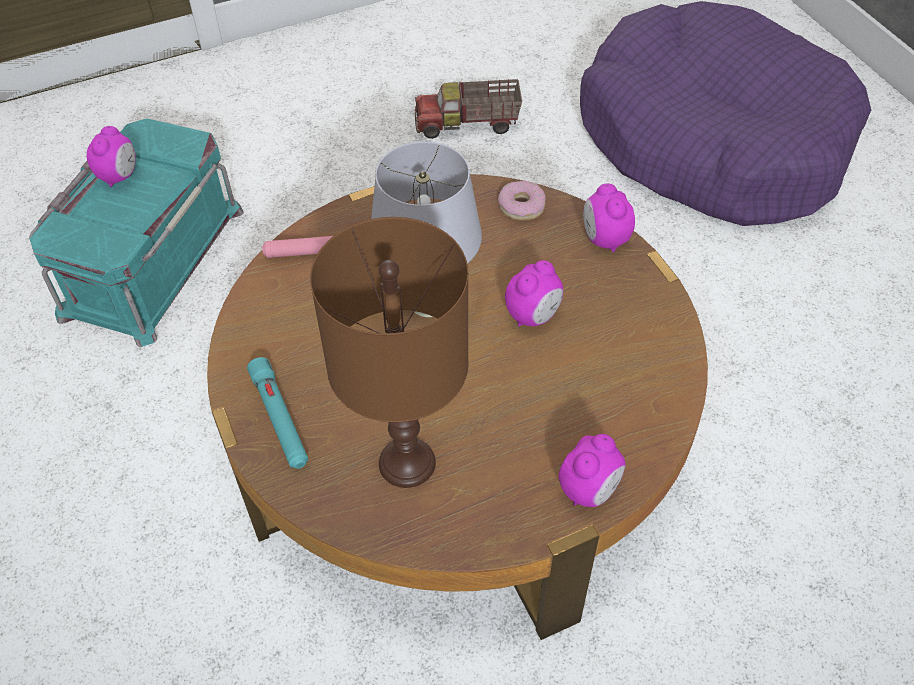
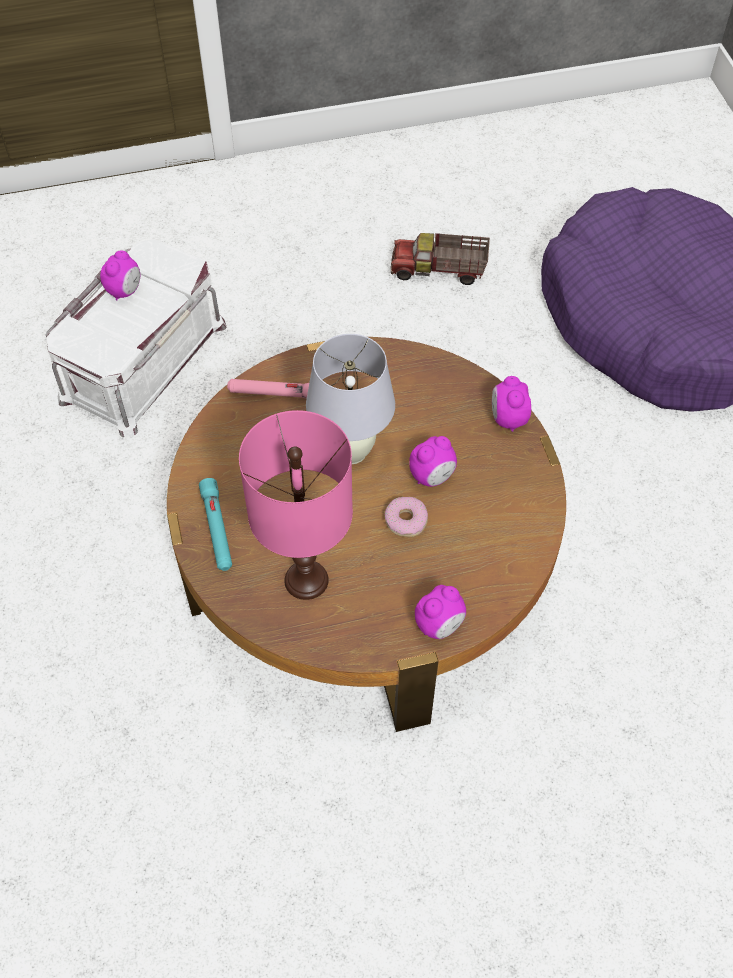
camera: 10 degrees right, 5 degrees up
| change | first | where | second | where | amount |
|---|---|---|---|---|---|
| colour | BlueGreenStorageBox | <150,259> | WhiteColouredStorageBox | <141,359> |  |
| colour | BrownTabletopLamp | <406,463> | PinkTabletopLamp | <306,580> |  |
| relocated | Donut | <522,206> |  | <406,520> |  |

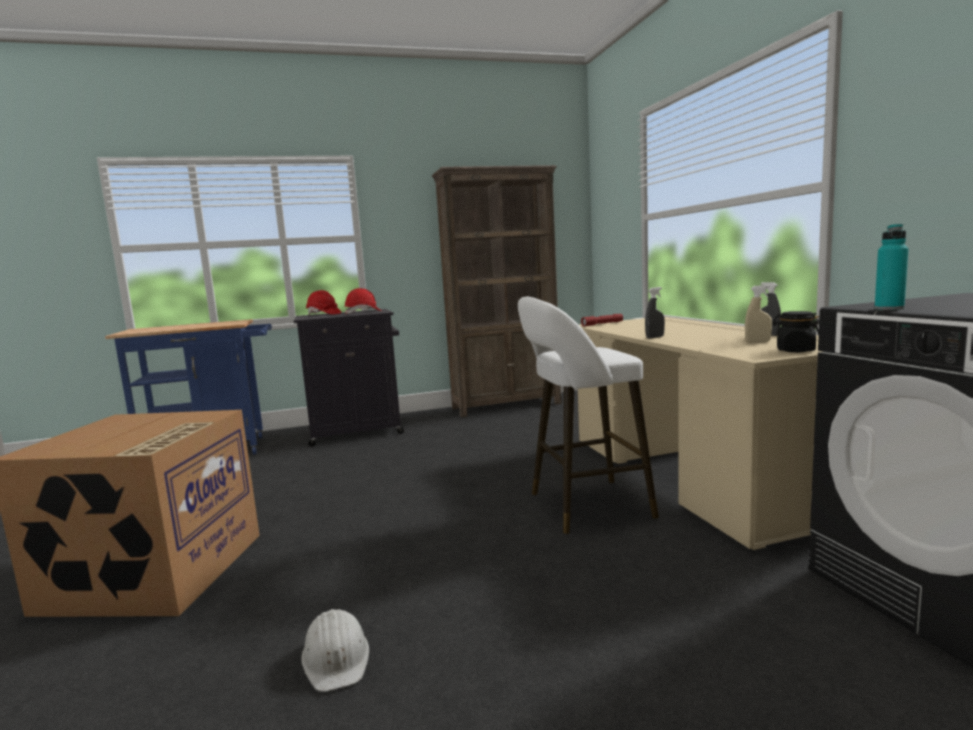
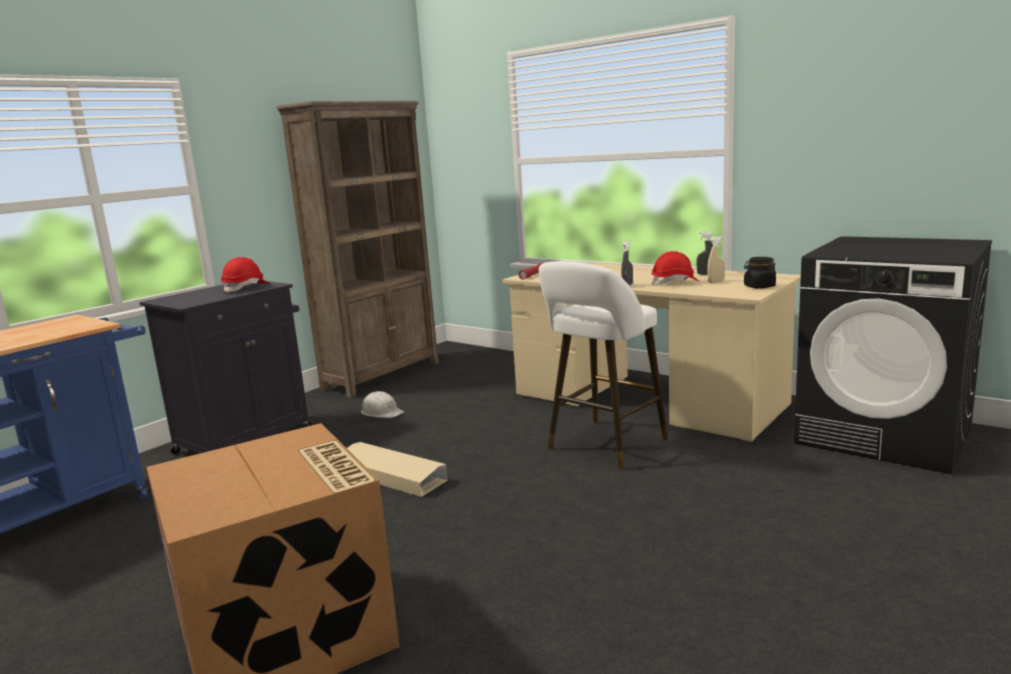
camera: 35 degrees left, 5 degrees up
| change | first | where | second | where | amount |
|---|---|---|---|---|---|
| appeared |  |  | BeigeStorageBox | <389,476> |  |
| relocated | WhiteColouredHardHat | <336,658> |  | <381,412> |  |
| relocated | RedColouredHardHat | <323,314> |  | <675,283> |  |
| missing | BlueGreenDrinkBottle | <889,308> |  |  |  |

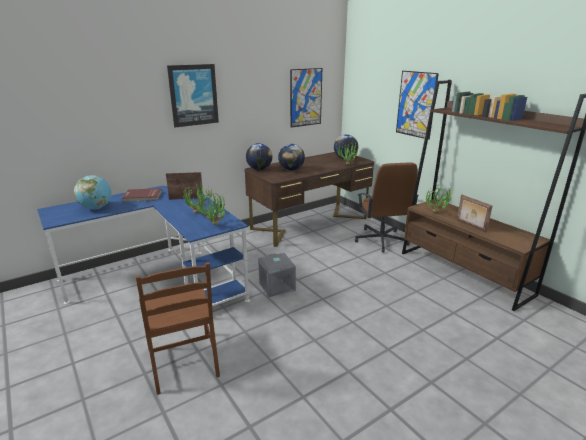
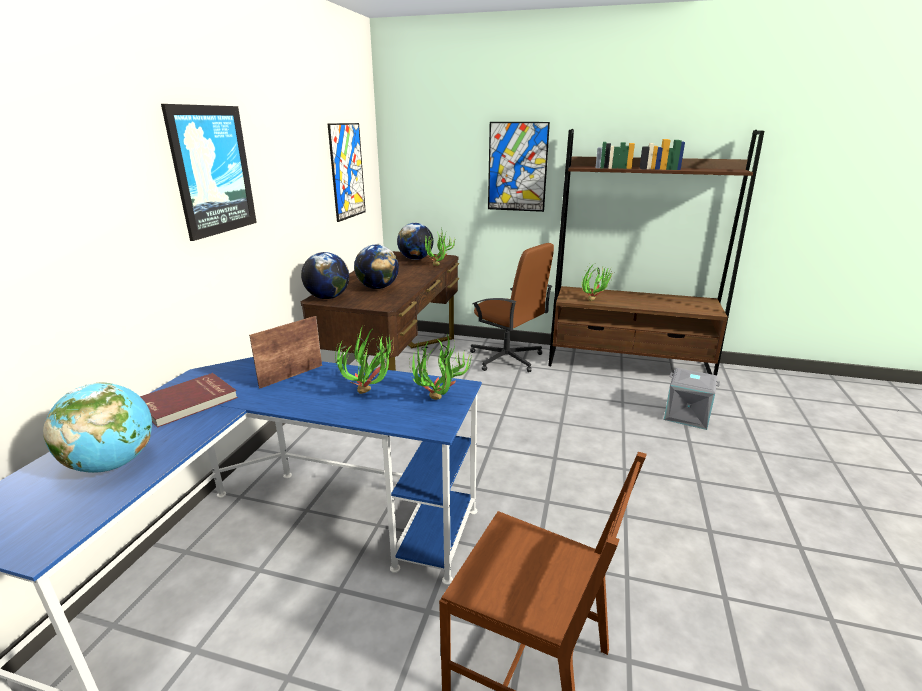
camera: 40 degrees left, 0 degrees up
| change | first | where | second | where | amount |
|---|---|---|---|---|---|
| relocated | GreyStorageBox | <276,286> |  | <686,415> |  |
| missing | PictureFrame | <470,226> |  |  |  |

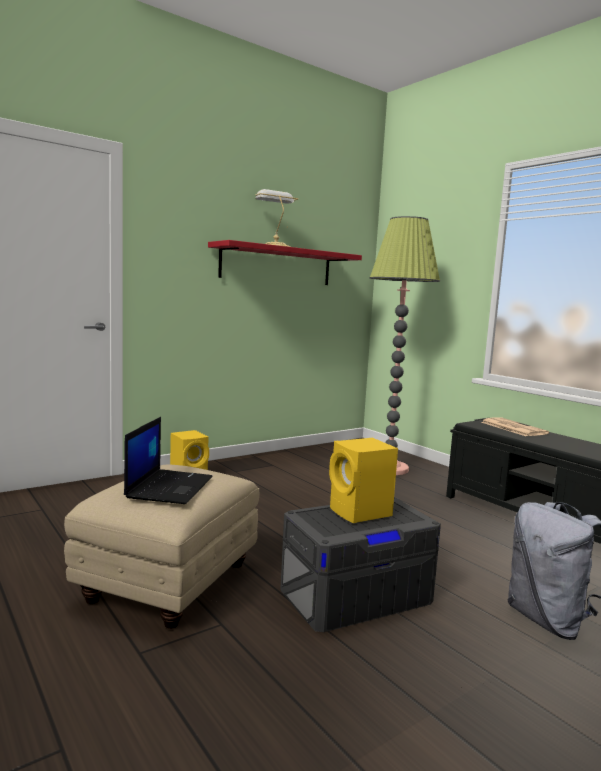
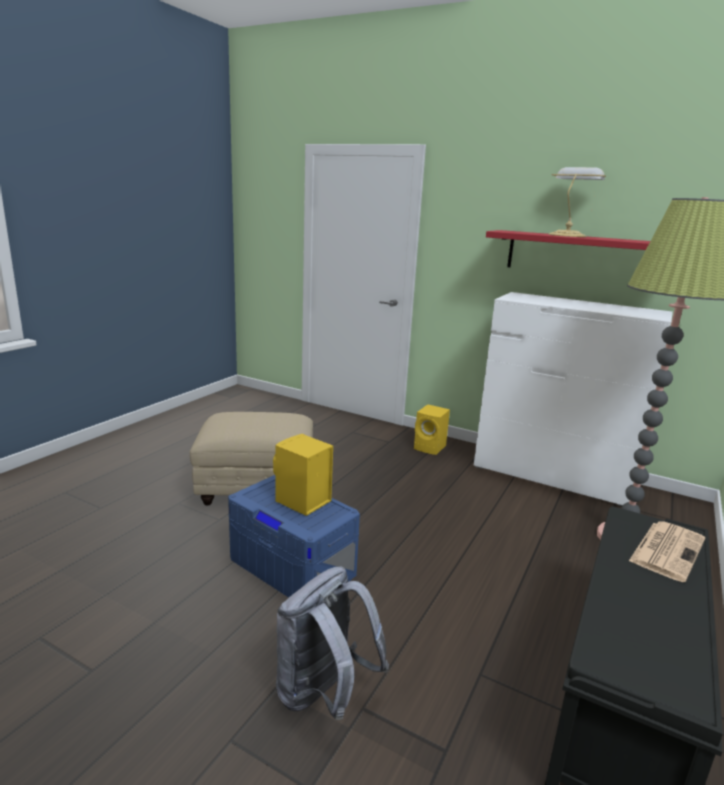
camera: 65 degrees right, 10 degrees up
| change | first | where | second | where | amount |
|---|---|---|---|---|---|
| colour | GreyStorageBox | <356,595> | BlueStorageBox | <292,565> |  |
| appeared |  |  | WhiteColouredDresser | <551,475> |  |
| missing | Laptop | <169,487> |  |  |  |

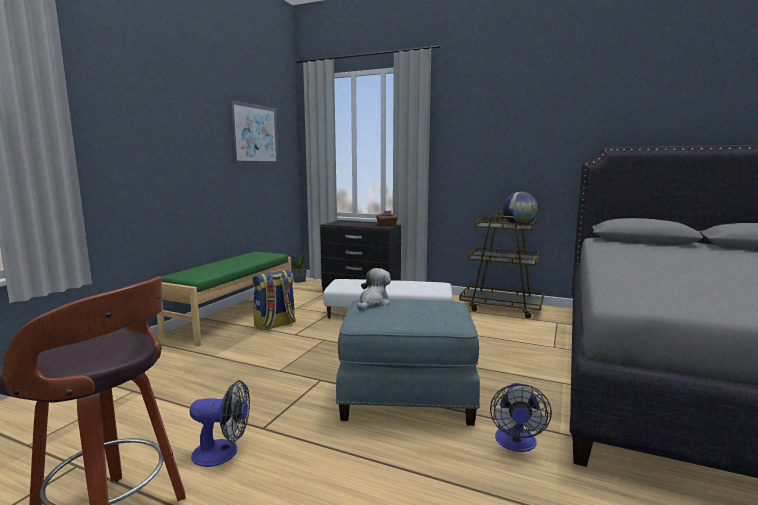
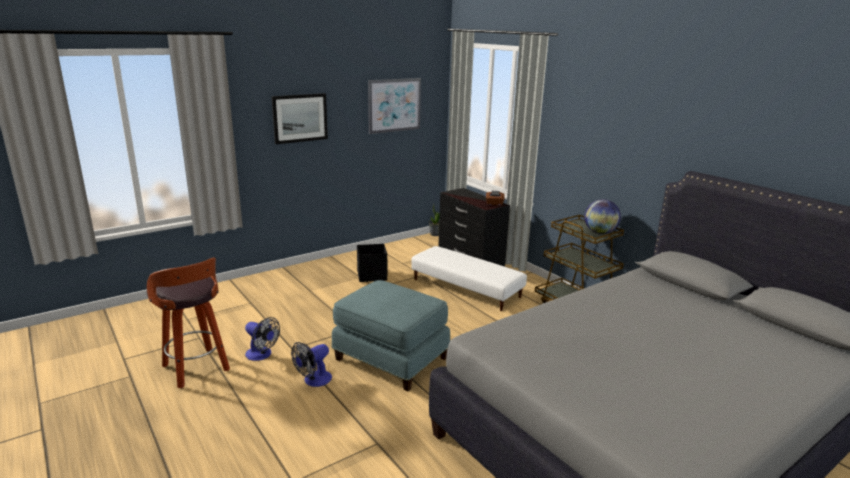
camera: 30 degrees right, 10 degrees up
| change | first | where | second | where | amount |
|---|---|---|---|---|---|
| appeared |  |  | WallPicture | <300,118> |  |
| relocated | CoolingFan | <516,444> |  | <313,381> |  |
| exchanged | Rucksack | <275,325> | BlackishStorageBox | <371,275> |  |
| missing | GreenColouredIndoorBench | <233,317> |  |  |  |
| missing | CuddlyToy | <373,303> |  |  |  |

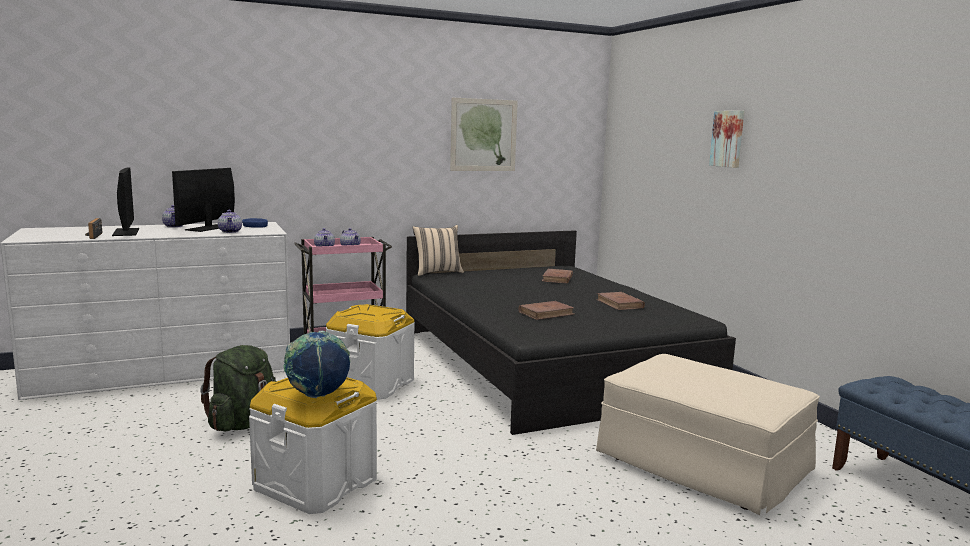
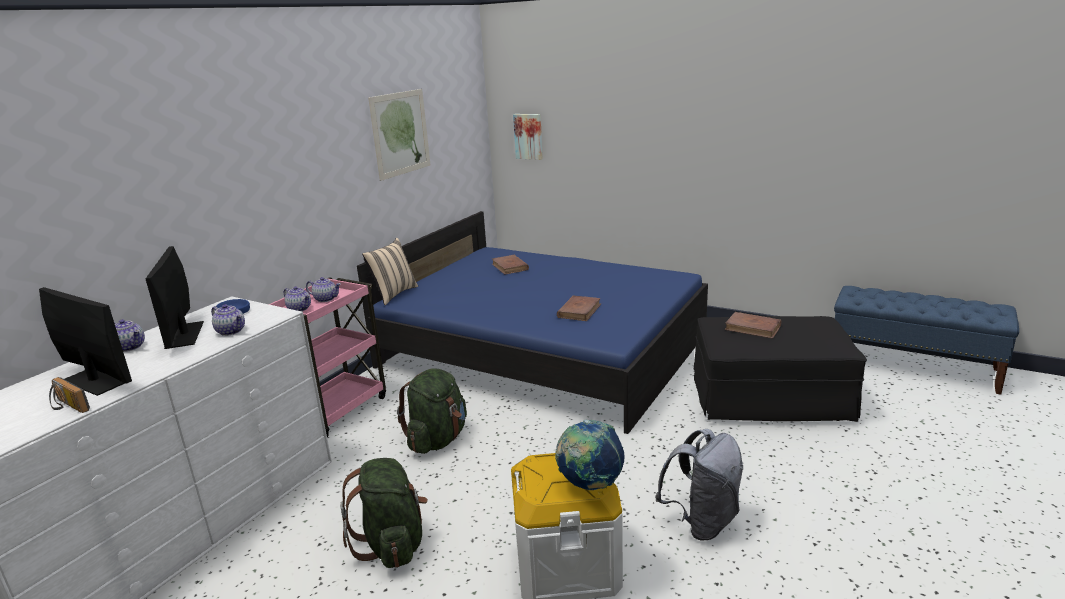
camera: 35 degrees left, 10 degrees up
| change | first | where | second | where | amount |
|---|---|---|---|---|---|
| colour | BlackishBedroomBed | <547,362> | BlueBedroomBed | <542,350> |  |
| exchanged | WhiteColouredStorageBox | <371,384> | GreenColouredRucksack | <438,440> |  |
| relocated | WallPicture | <728,139> |  | <529,136> |  |
| appeared |  |  | GreyRucksack | <702,522> |  |
| colour | BeigeFootrest | <701,464> | BlackishFootrest | <769,397> |  |
| relocated | BrownBoundBook | <620,304> |  | <753,328> |  |

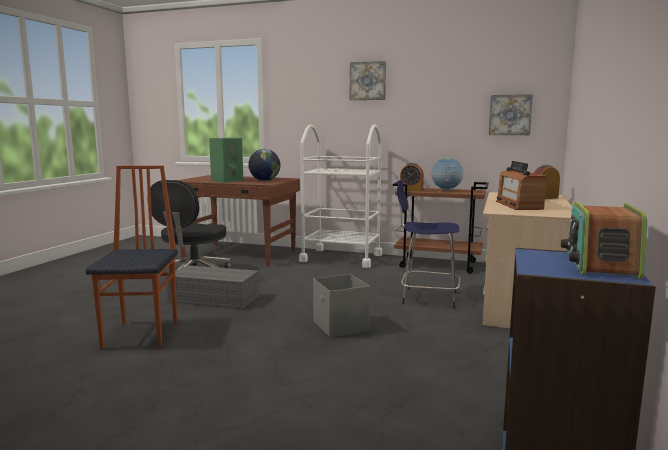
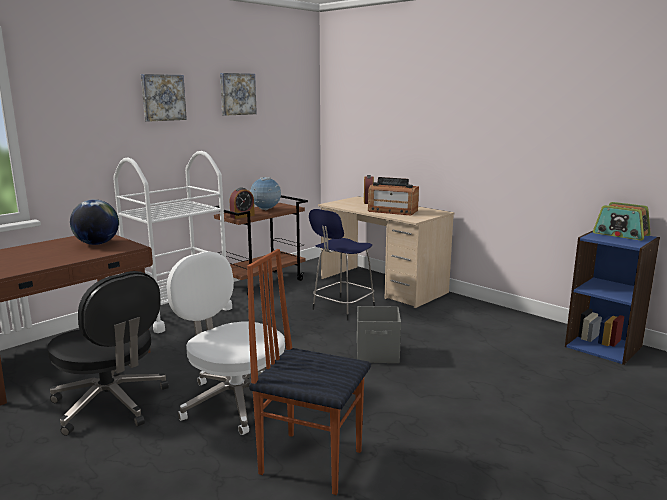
camera: 65 degrees left, 5 degrees up
| change | first | where | second | where | amount |
|---|---|---|---|---|---|
| exchanged | GreyStorageBox | <215,298> | WhiteColouredDeskChair | <234,401> |  |
| relocated | WallPicture | <510,115> |  | <237,94> |  |
| missing | GreenColouredAudioSpeaker | <227,180> |  |  |  |

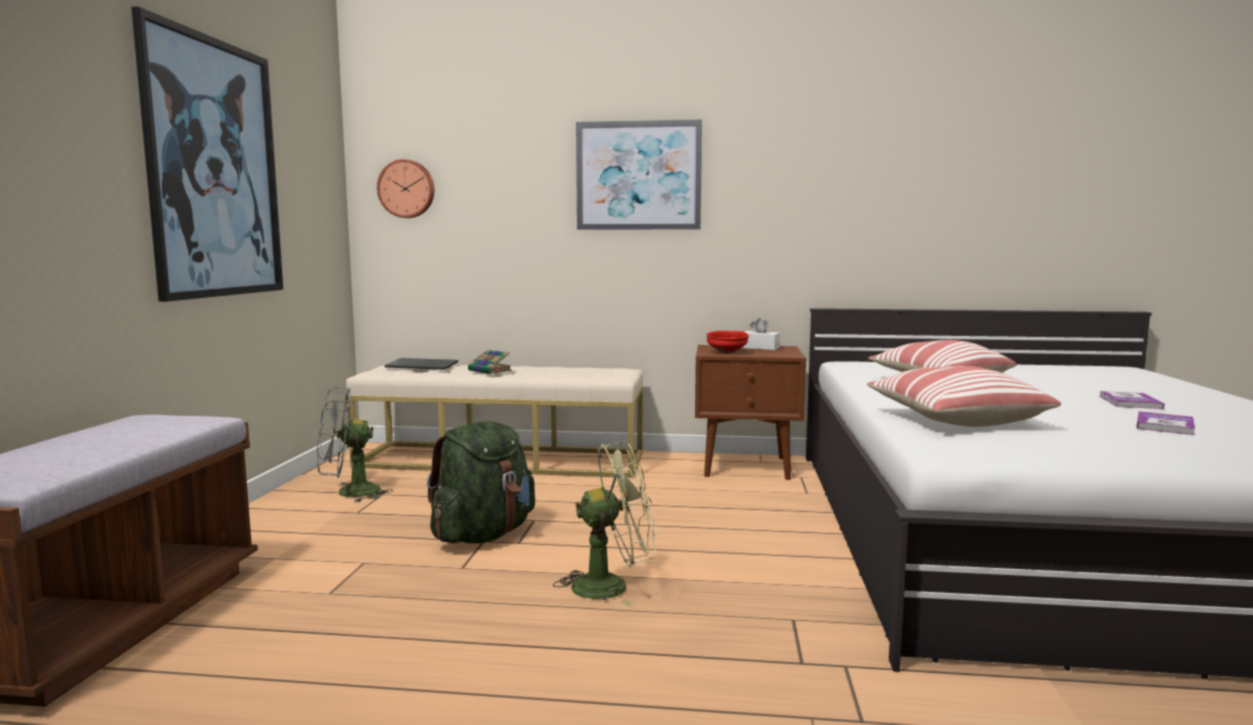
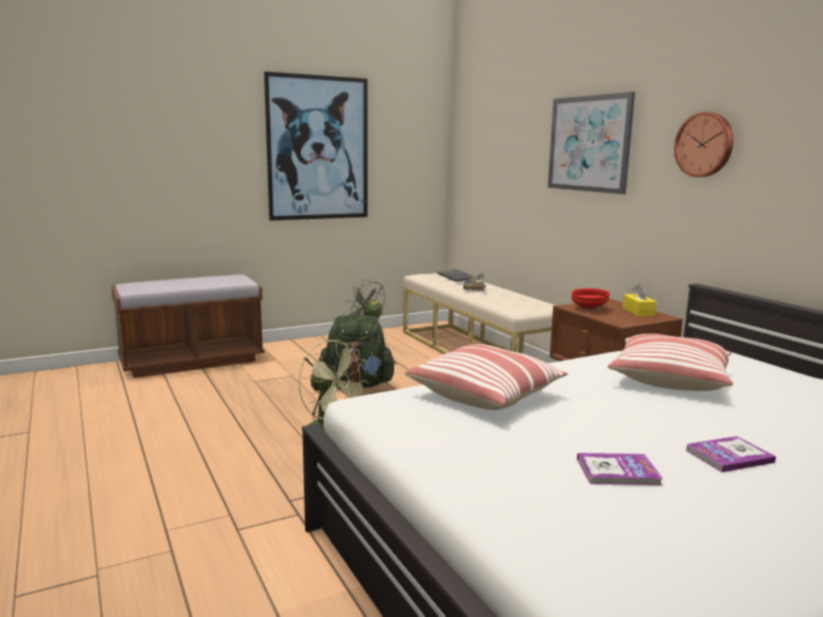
camera: 55 degrees right, 5 degrees up
| change | first | where | second | where | amount |
|---|---|---|---|---|---|
| colour | WhiteColouredTissueBox | <759,348> | YellowishTissueBox | <638,312> |  |
| relocated | ClockOnTheWall | <407,189> |  | <705,145> |  |

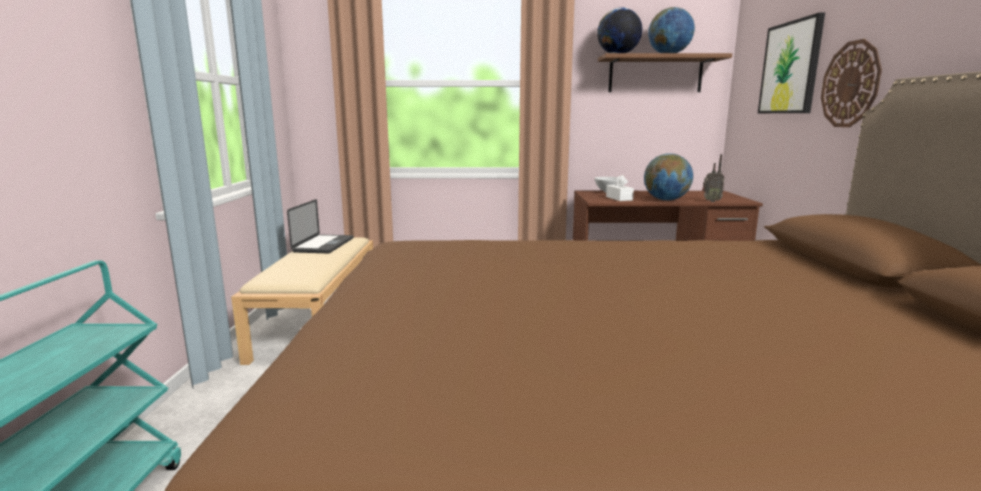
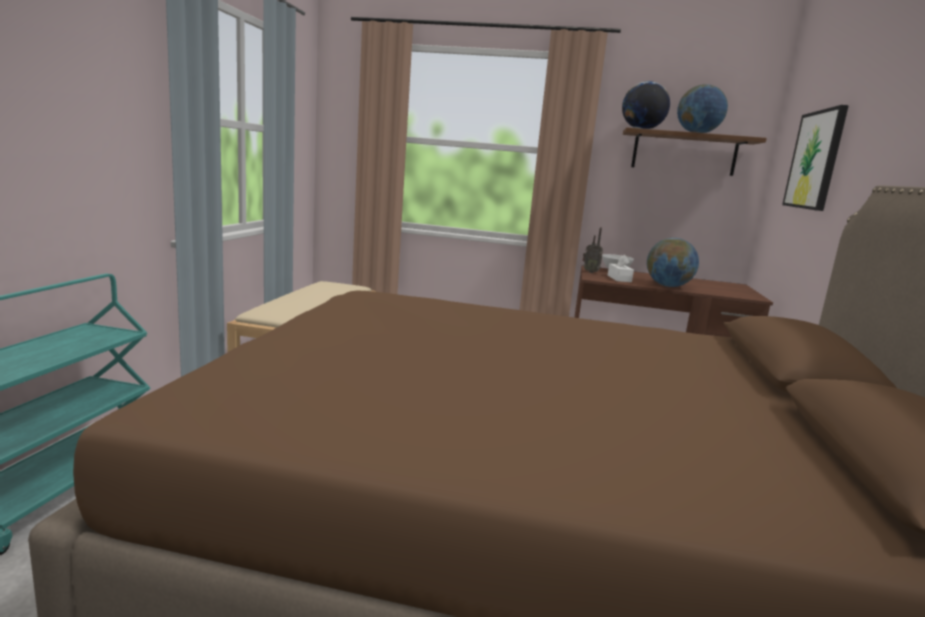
camera: 10 degrees right, 0 degrees up
| change | first | where | second | where | amount |
|---|---|---|---|---|---|
| relocated | RadioSet | <711,201> |  | <590,272> |  |
| missing | Laptop | <324,245> |  |  |  |
| missing | ClockOnTheWall | <850,84> |  |  |  |

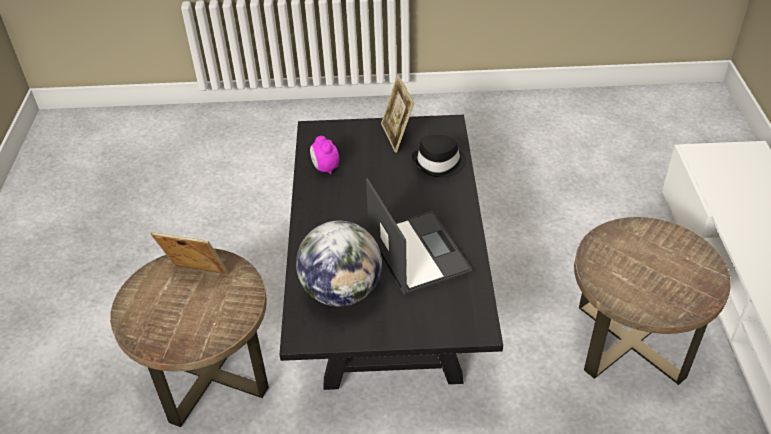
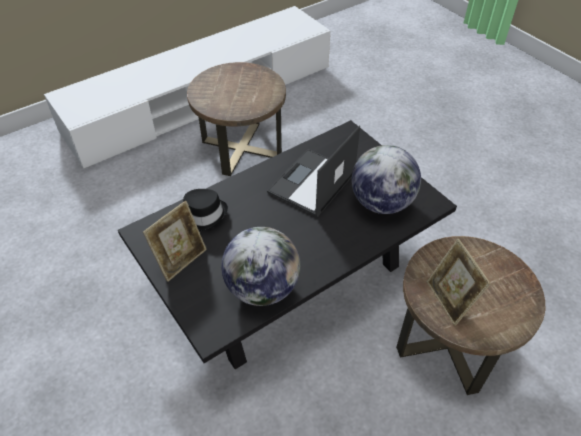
camera: 125 degrees left, 5 degrees up
| change | first | where | second | where | amount |
|---|---|---|---|---|---|
| exchanged | TableClock | <325,168> | Globe | <262,288> |  |

